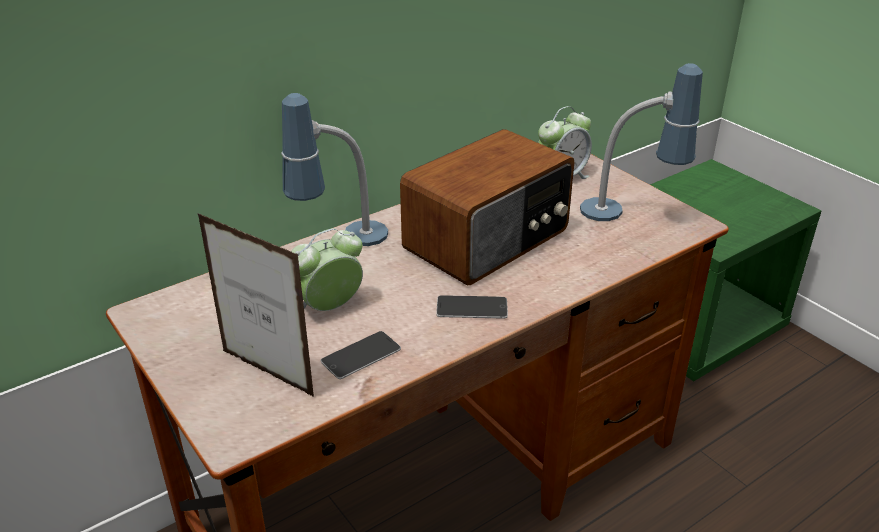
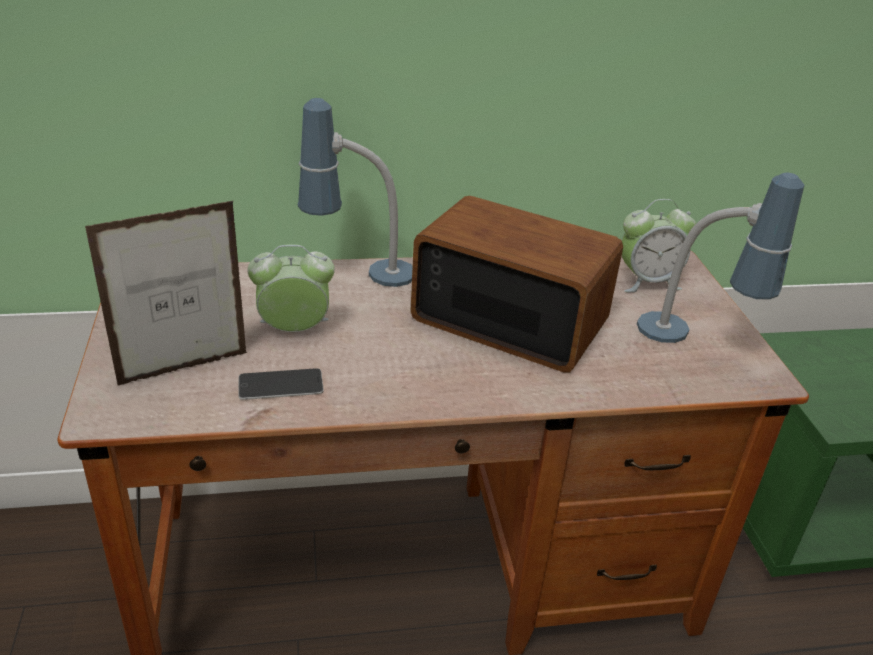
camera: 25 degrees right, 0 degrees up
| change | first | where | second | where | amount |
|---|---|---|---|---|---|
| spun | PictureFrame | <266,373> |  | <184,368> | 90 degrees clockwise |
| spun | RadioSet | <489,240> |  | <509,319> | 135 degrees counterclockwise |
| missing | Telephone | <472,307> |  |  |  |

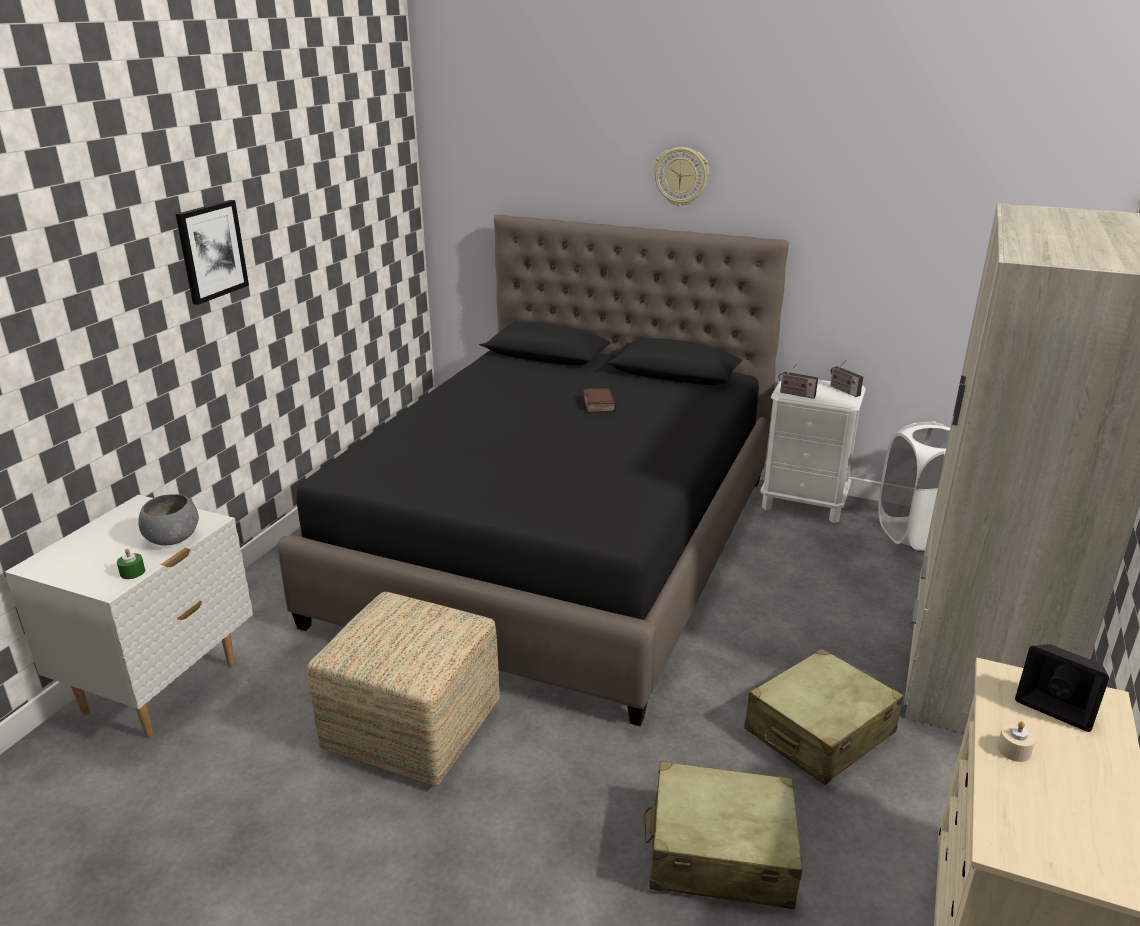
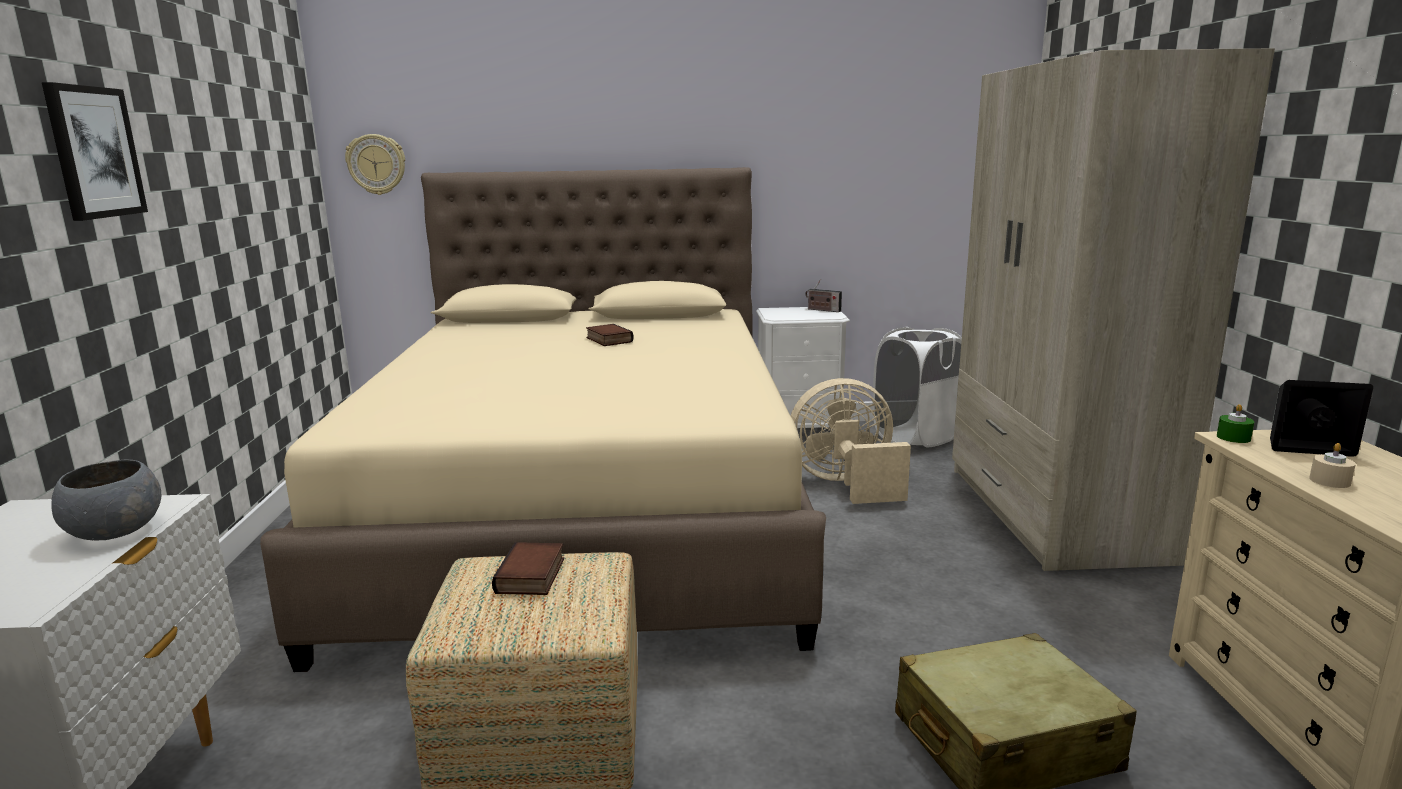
camera: 25 degrees left, 10 degrees down
| change | first | where | second | where | amount |
|---|---|---|---|---|---|
| colour | BlackishBedroomBed | <559,546> | BeigeBedroomBed | <586,513> |  |
| relocated | ClockOnTheWall | <681,176> |  | <376,164> |  |
| appeared |  |  | BoundBook | <532,576> |  |
| appeared |  |  | BeigeCoolingFan | <846,484> |  |
| relocated | GreenColouredWaxLight | <132,572> |  | <1233,437> |  |
| missing | BeigePieceOfLuggage | <819,732> |  |  |  |
| missing | RadioSet | <795,394> |  |  |  |

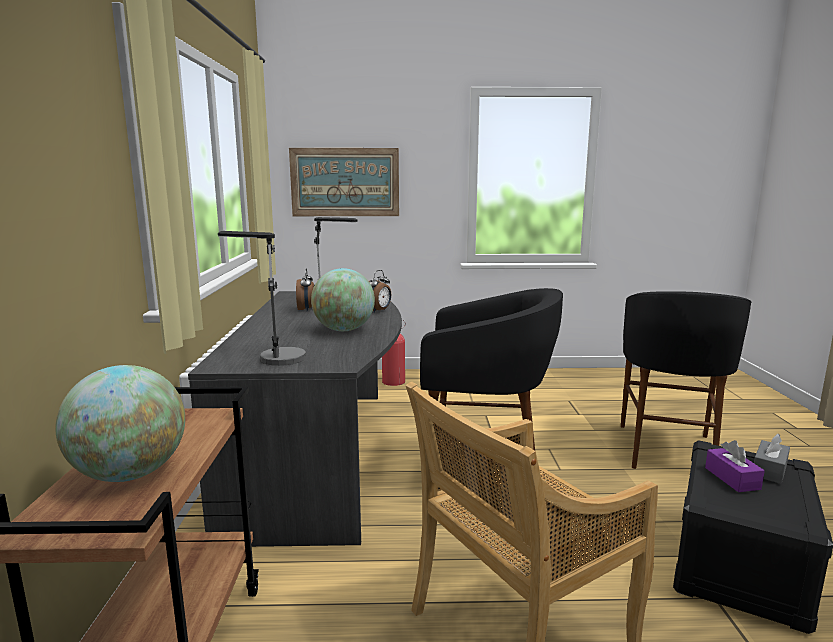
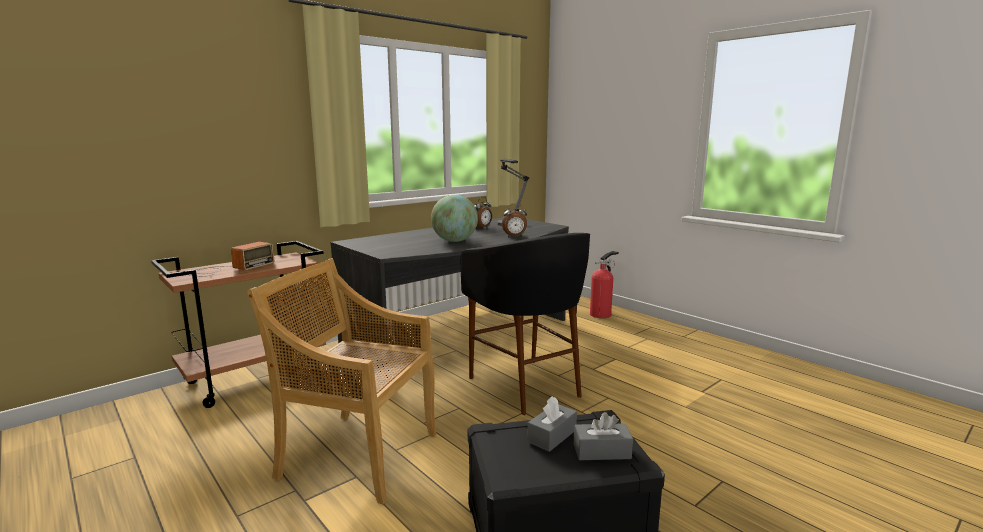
camera: 50 degrees right, 0 degrees up
| change | first | where | second | where | amount |
|---|---|---|---|---|---|
| exchanged | Globe | <130,474> | RadioSet | <228,269> |  |
| colour | PurpleColouredTissueBox | <732,478> | GreyTissueBox | <552,436> |  |
| missing | TabletopLamp | <272,356> |  |  |  |
| missing | WallPicture | <345,182> |  |  |  |
| missing | BlackishSittingStool | <667,451> |  |  |  |

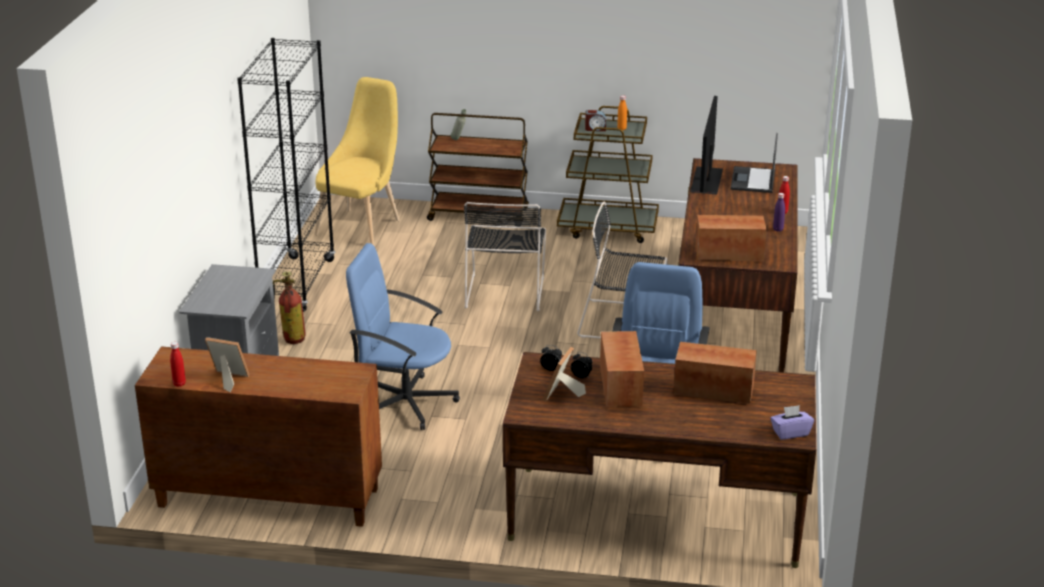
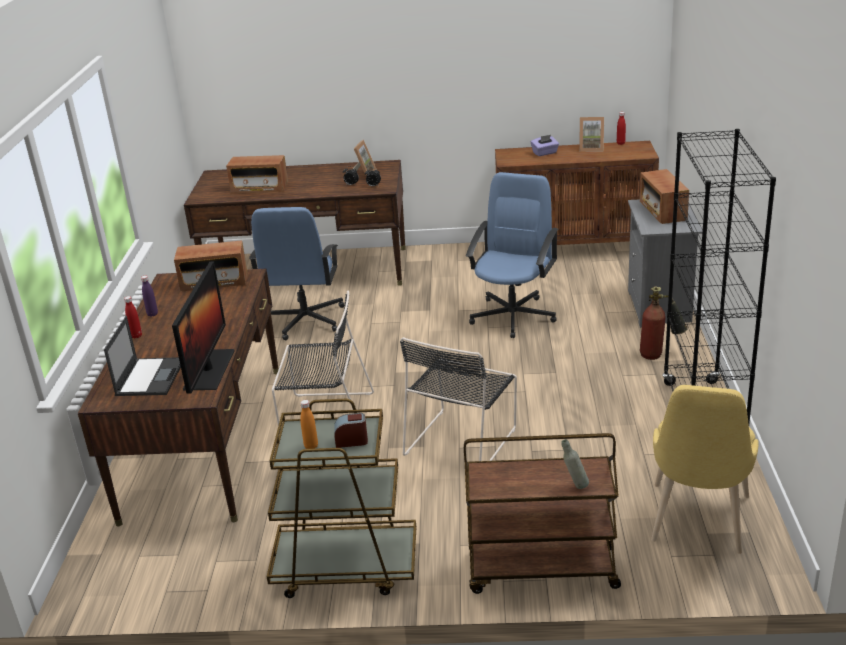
camera: 175 degrees right, 0 degrees up
| change | first | where | second | where | amount |
|---|---|---|---|---|---|
| spun | BlackishUprightChair | <505,290> |  | <462,439> | 150 degrees counterclockwise |
| spun | BlueDeskChair | <404,402> |  | <513,315> | 75 degrees counterclockwise |
| relocated | PurpleColouredTissueBox | <790,433> |  | <545,153> |  |
| relocated | RadioSet | <621,387> |  | <662,211> |  |

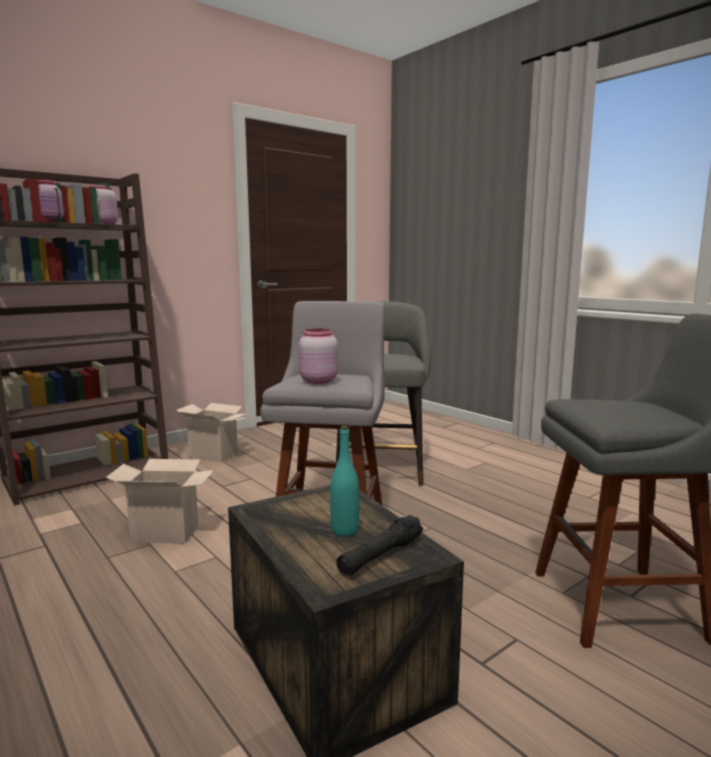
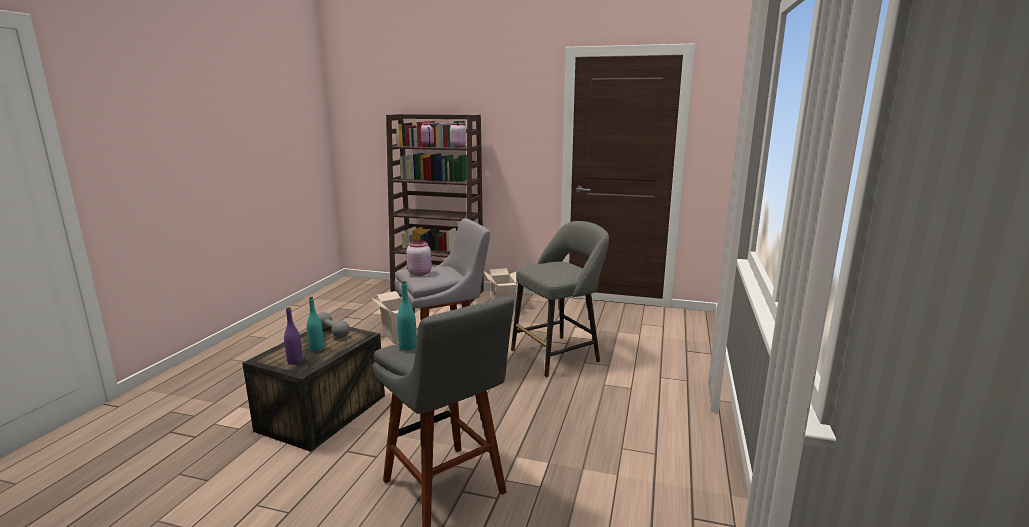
camera: 55 degrees right, 5 degrees up
| change | first | where | second | where | amount |
|---|---|---|---|---|---|
| exchanged | BlackishTorch | <380,556> | PurpleColouredDrinkBottle | <295,361> |  |
| appeared |  |  | GreyDumbbell | <332,332> |  |
| appeared |  |  | BlueGreenDrinkBottle | <408,347> |  |

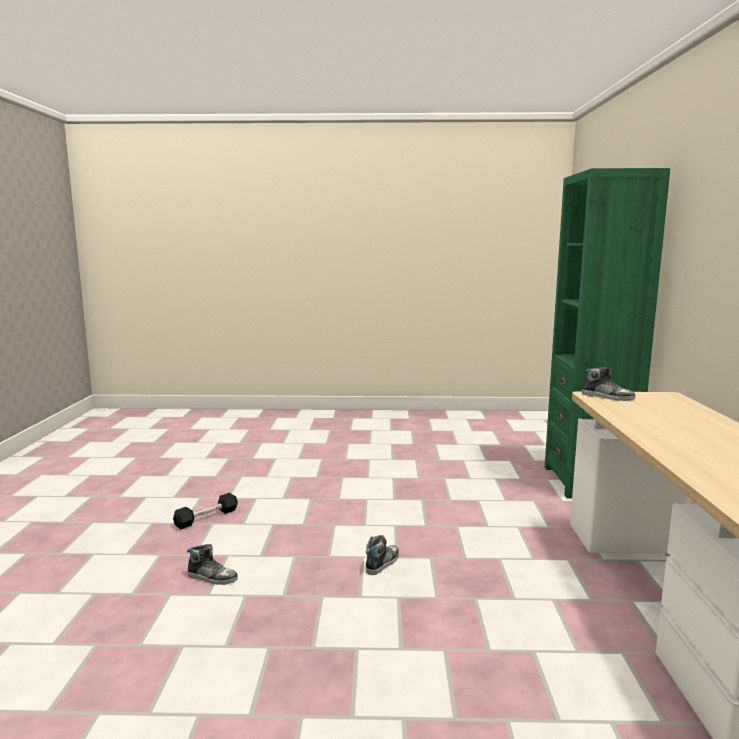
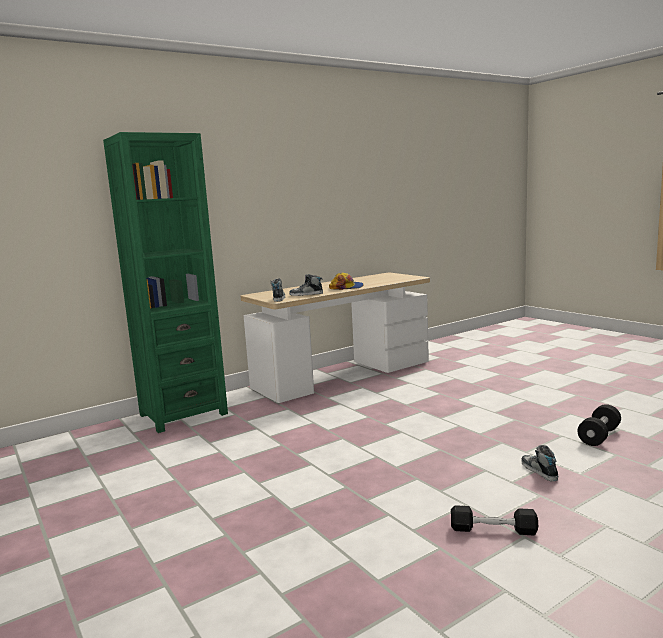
camera: 125 degrees left, 0 degrees up
| change | first | where | second | where | amount |
|---|---|---|---|---|---|
| relocated | Shoe | <382,563> |  | <306,294> |  |
| appeared |  |  | Cap | <346,287> |  |
| appeared |  |  | BlackishDumbbell | <599,436> |  |

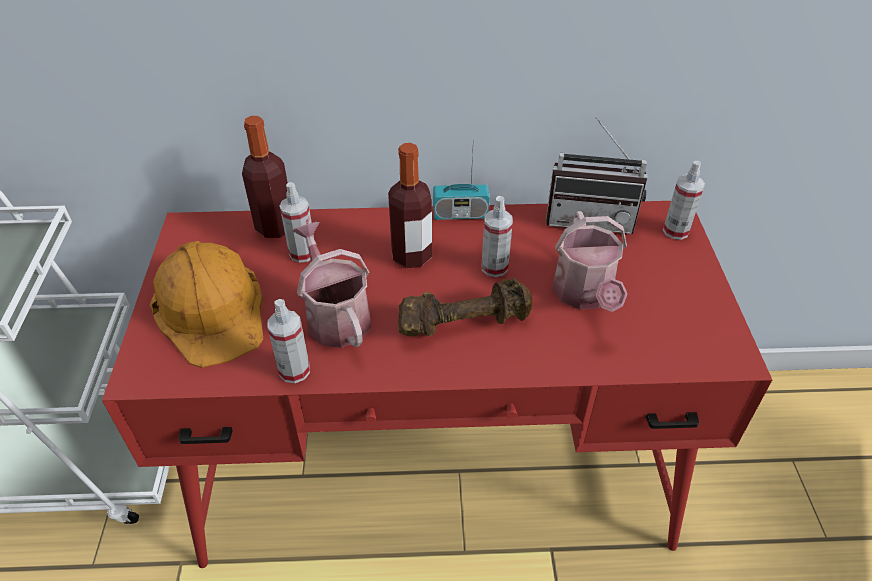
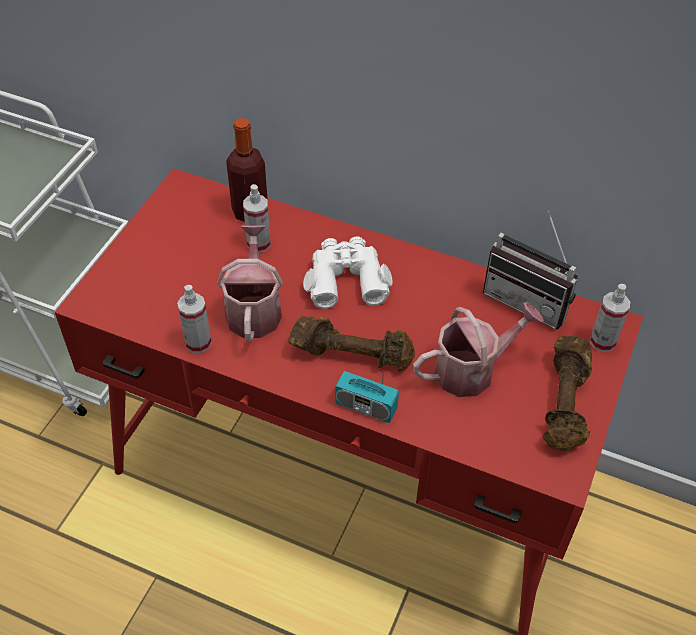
camera: 25 degrees right, 5 degrees up
| change | first | where | second | where | amount |
|---|---|---|---|---|---|
| exchanged | DrinkBottle | <411,256> | WhiteColouredFieldGlasses | <346,279> |  |
| relocated | RadioSet | <460,214> |  | <366,406> |  |
| spun | WateringCan | <585,295> |  | <472,369> | 135 degrees counterclockwise |
| appeared |  |  | BrownDumbbell | <566,404> |  |
| missing | OrangeyHardHat | <211,309> |  |  |  |
| missing | Sprayer | <494,267> |  |  |  |

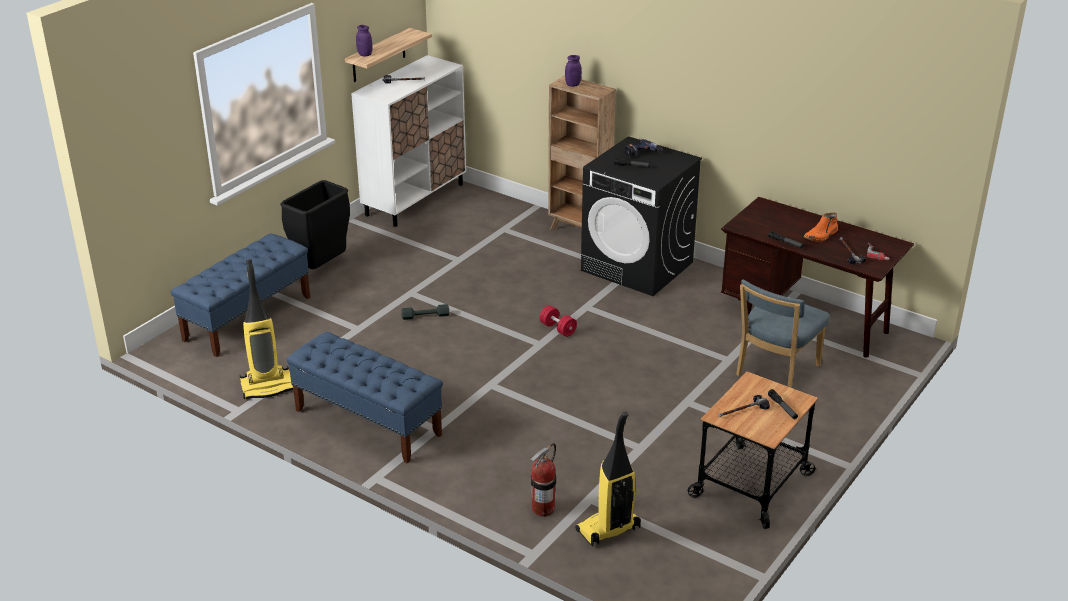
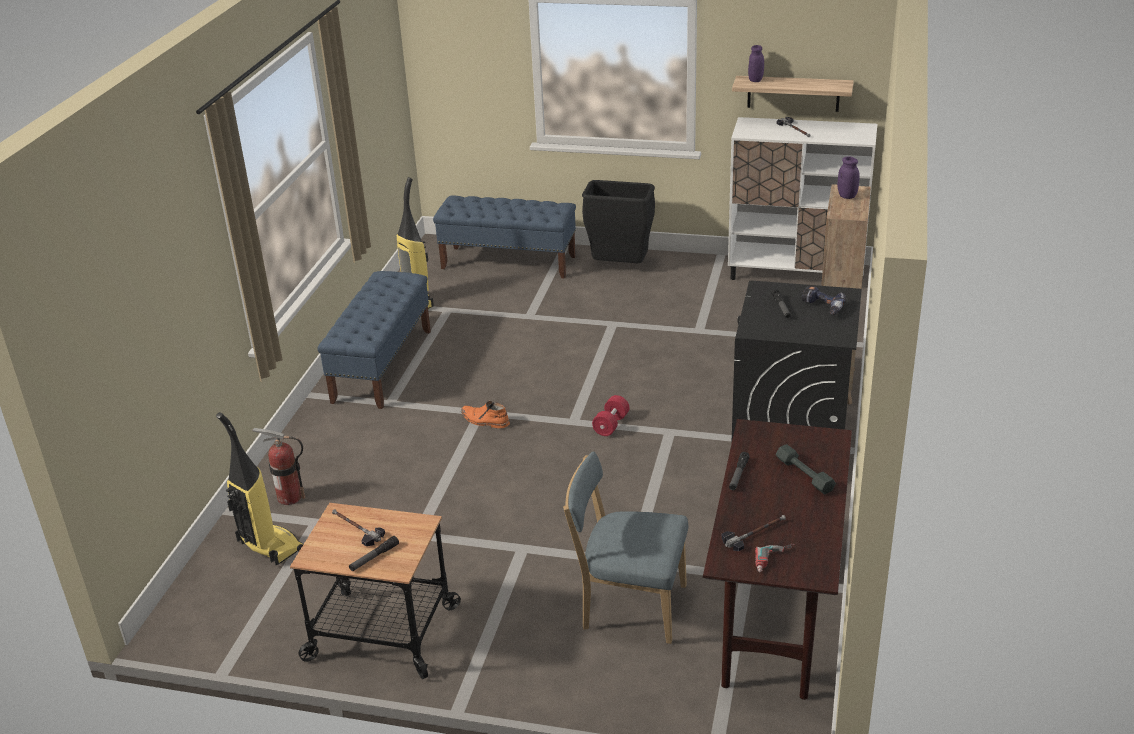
camera: 70 degrees right, 0 degrees up
| change | first | where | second | where | amount |
|---|---|---|---|---|---|
| relocated | OrangeyBoot | <821,235> |  | <484,421> |  |
| relocated | GreyDumbbell | <425,316> |  | <804,475> |  |

